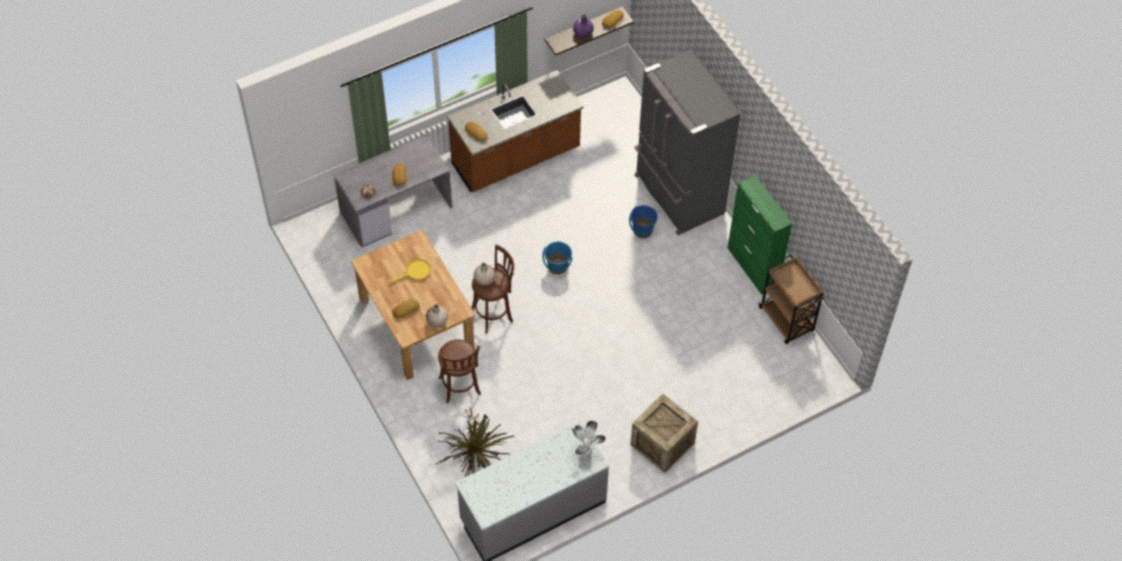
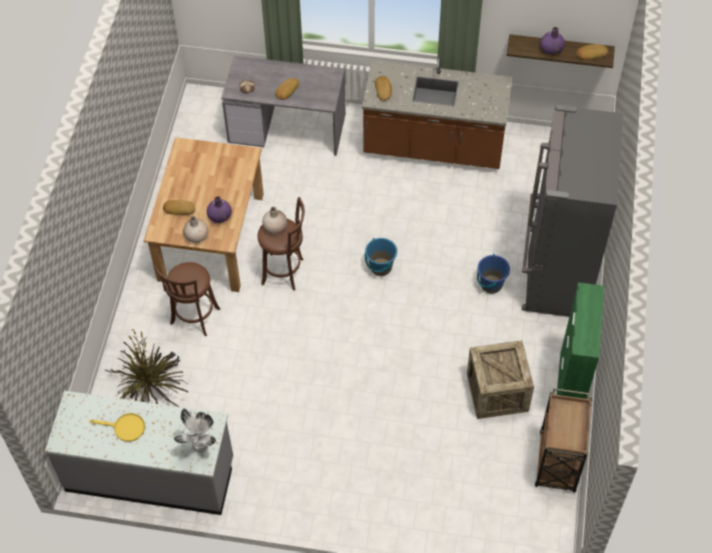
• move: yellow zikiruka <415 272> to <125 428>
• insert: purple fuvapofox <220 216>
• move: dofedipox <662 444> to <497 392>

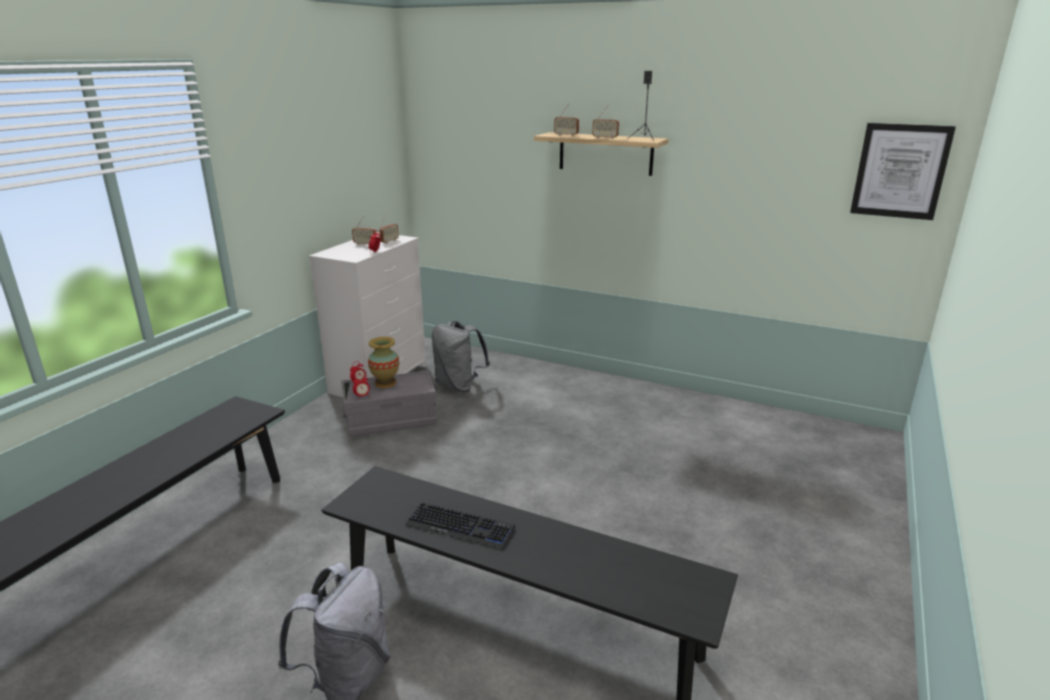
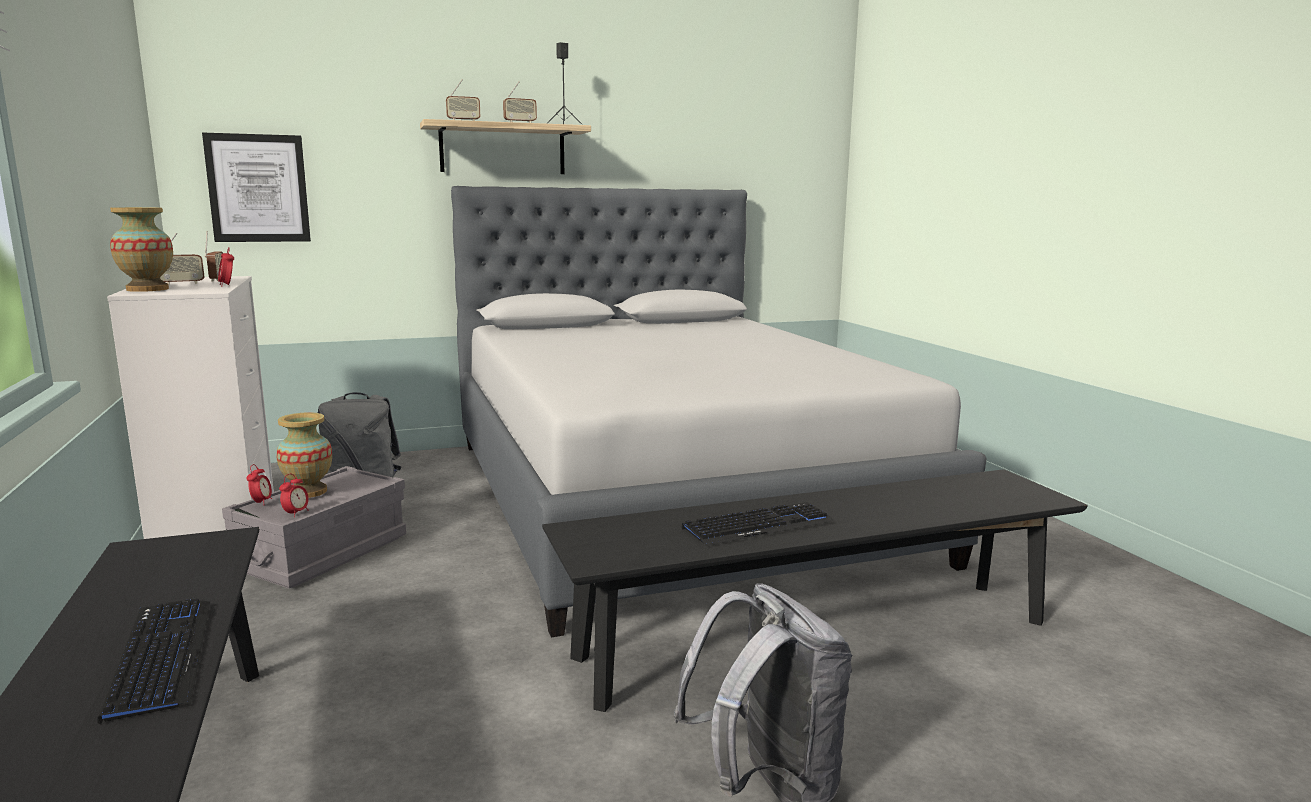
• insert: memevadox <161 657>
• insert: fuvapofox <147 289>
• move: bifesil <900 171> to <258 188>
• insert: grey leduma <671 496>

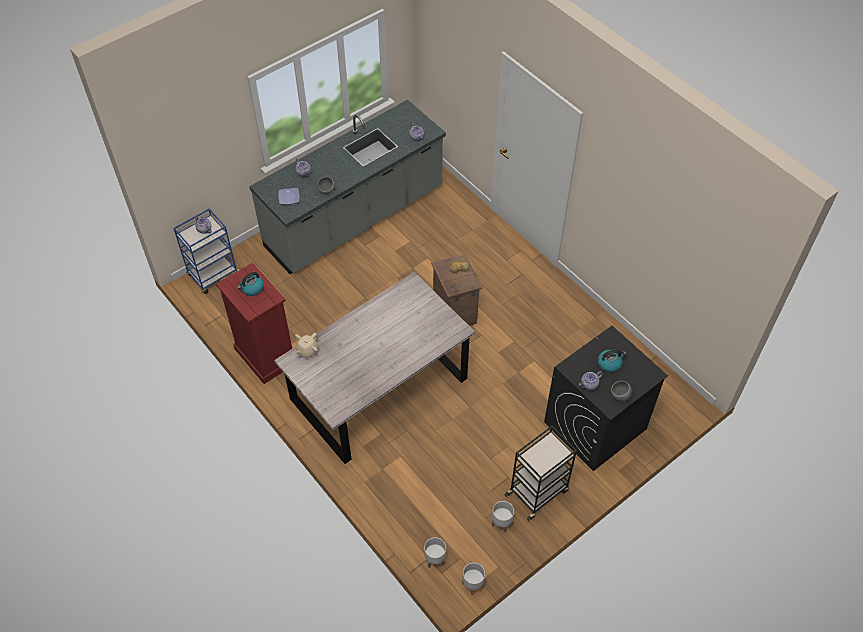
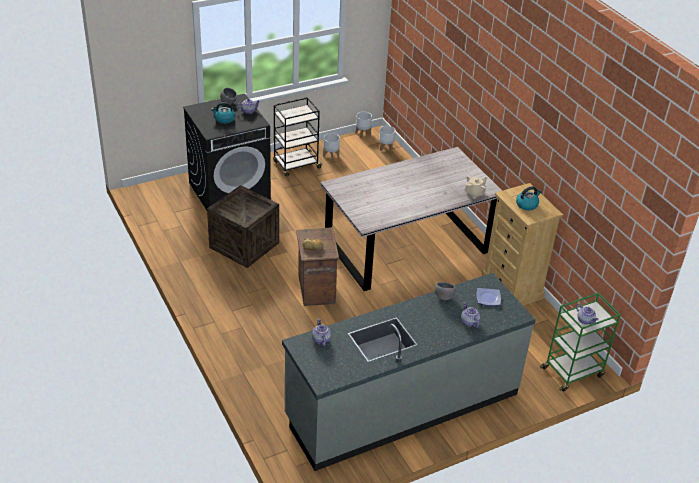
• insert: dofedipox <244 245>
• recolor: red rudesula <265 355> to beige rudesula <512 288>
• recolor: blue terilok <214 275> to green terilok <573 372>

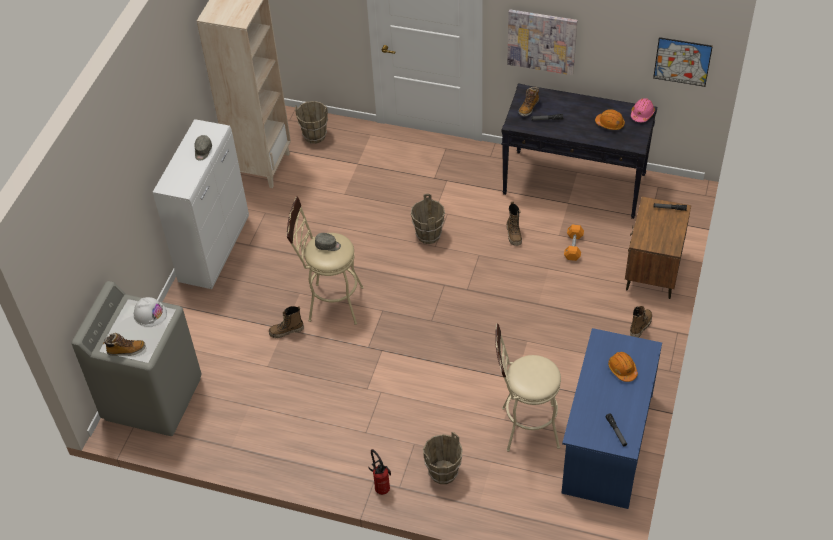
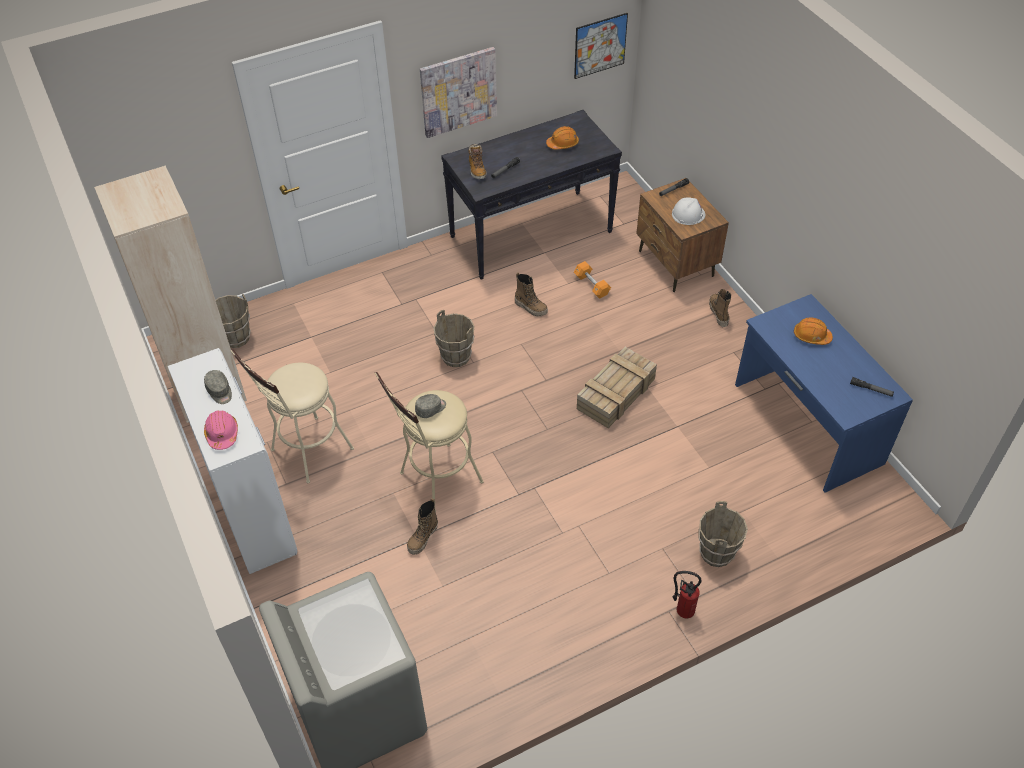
• move: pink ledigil <642 114> to <222 434>
• move: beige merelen <524 428> to <307 453>
• insert: dofedipox <616 393>
• move: white ledigil <150 314> to <688 214>
• delete: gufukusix <126 350>

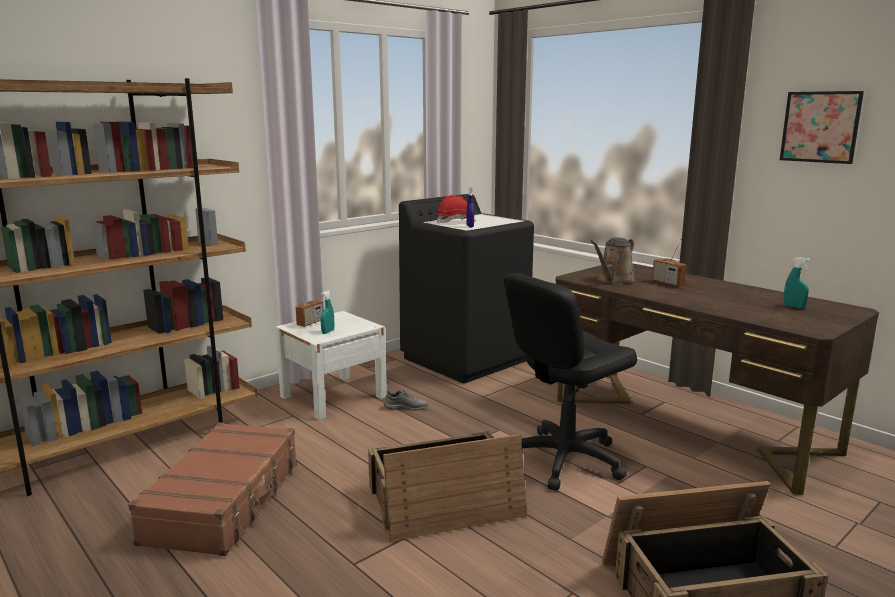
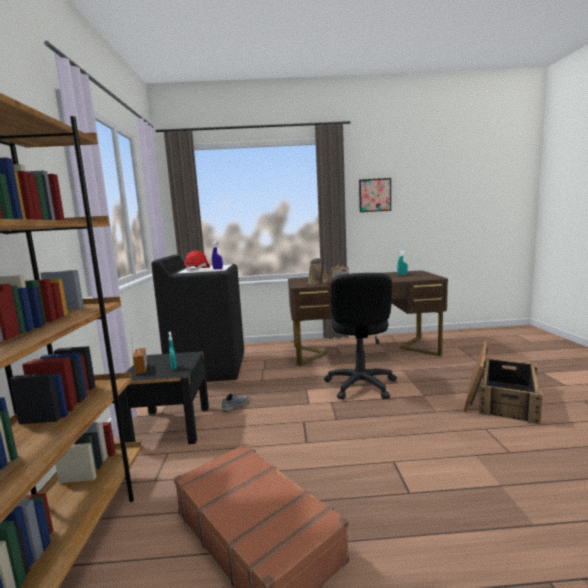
• recolor: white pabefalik <333 396> to black pabefalik <171 426>
• delete: dofedipox <444 502>

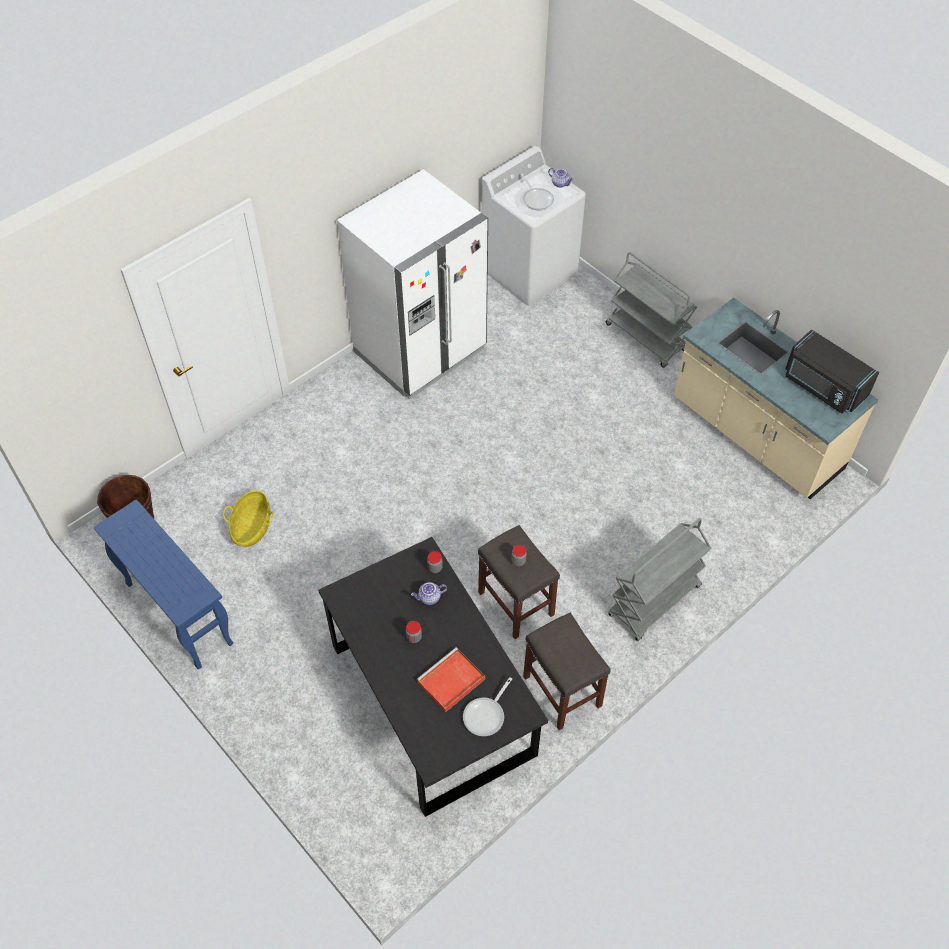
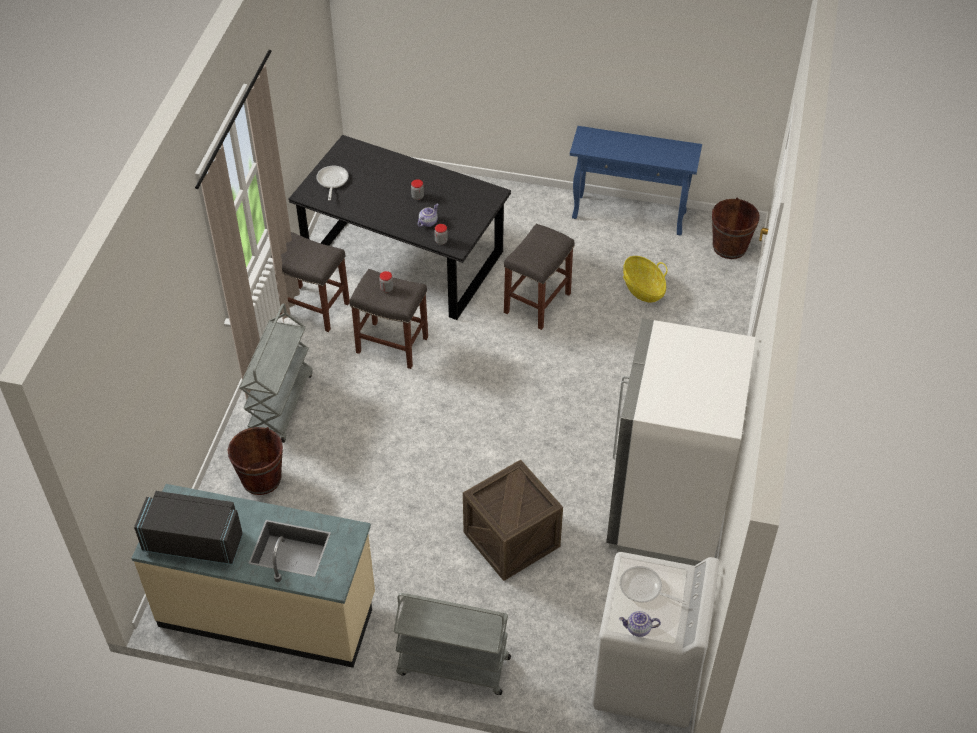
• insert: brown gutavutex <261 479>
• insert: dofedipox <511 539>
• insert: grey merelen <537 304>
• delete: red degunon <450 682>

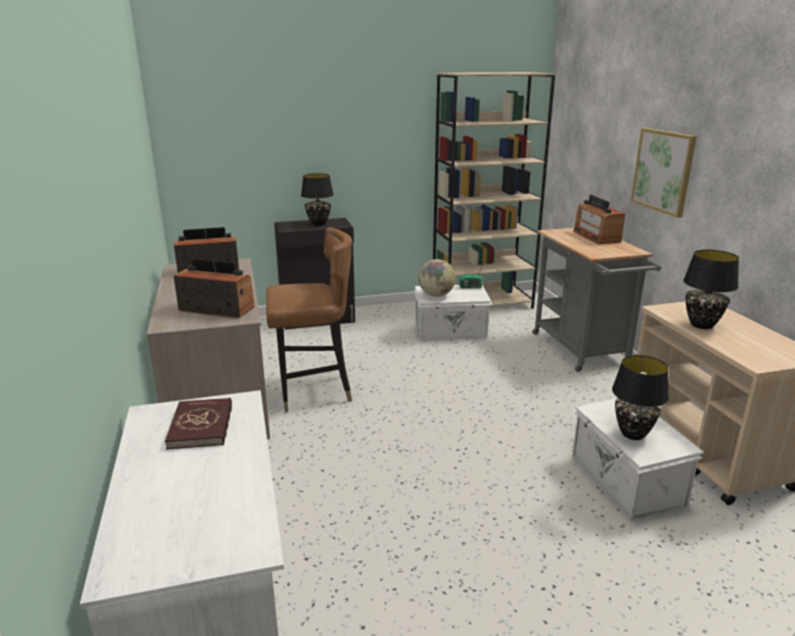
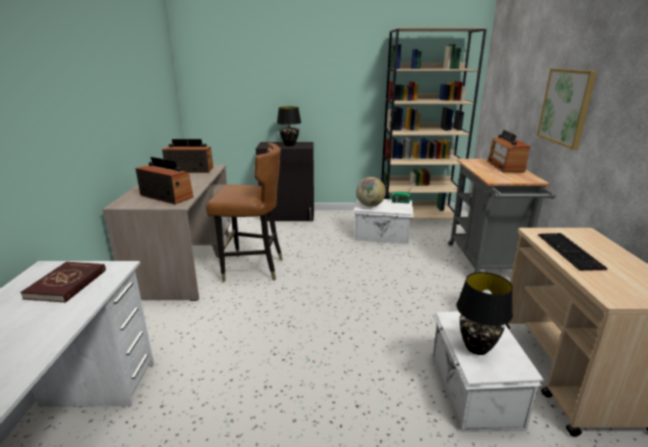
• replace: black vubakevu <702 325> to memevadox <571 251>

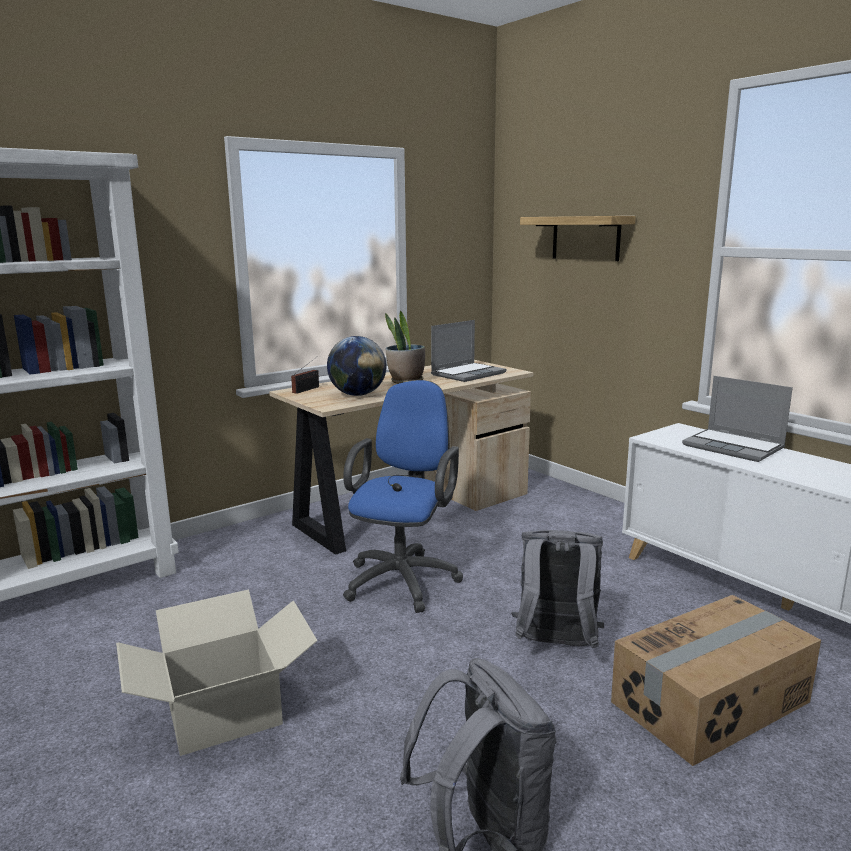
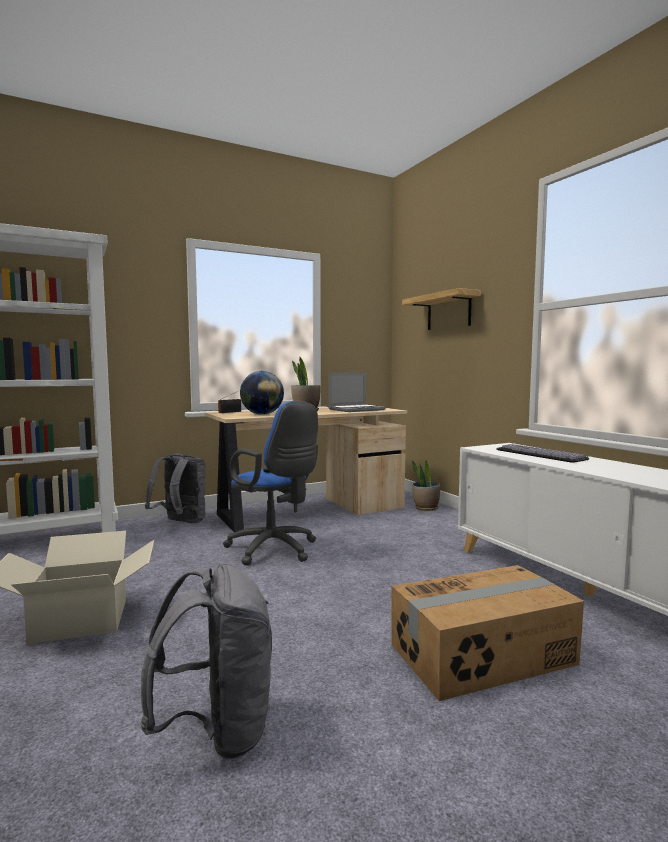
• move: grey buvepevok <555 646> to <180 523>
• rotate: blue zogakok <404 578> = <275 550> 105 degrees clockwise
• insert: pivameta <425 508>
• replace: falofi <734 447> to memevadox <544 454>

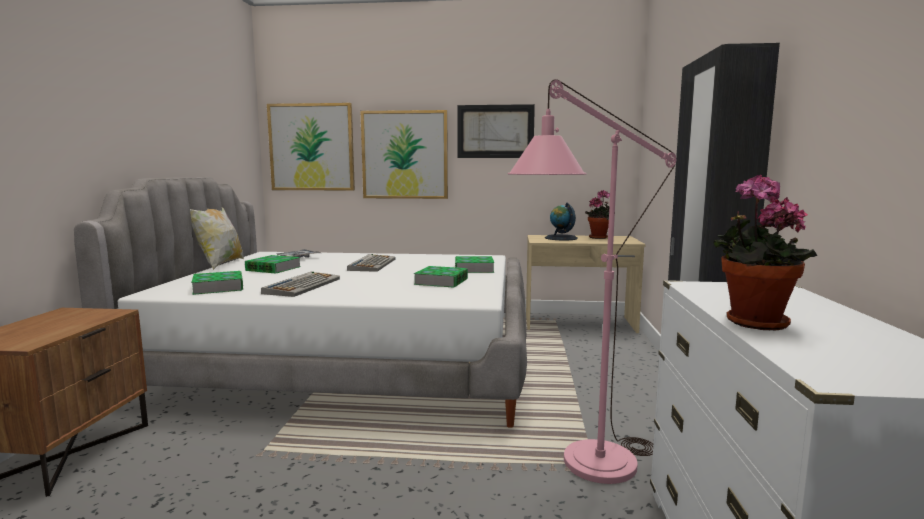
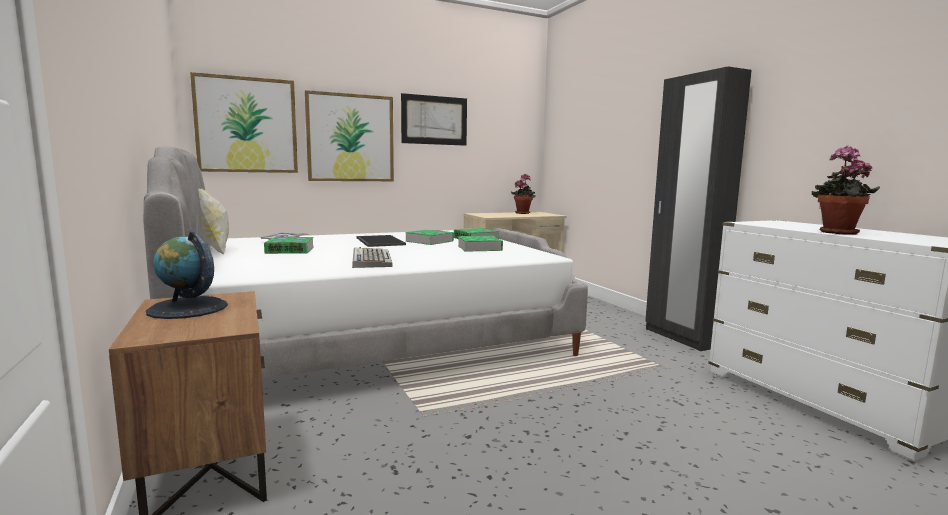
• move: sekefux <561 238> to <187 308>
• replace: memevadox <372 264> to degunon <379 241>
• move: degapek <218 287> to <429 241>
• delete: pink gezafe <584 469>

